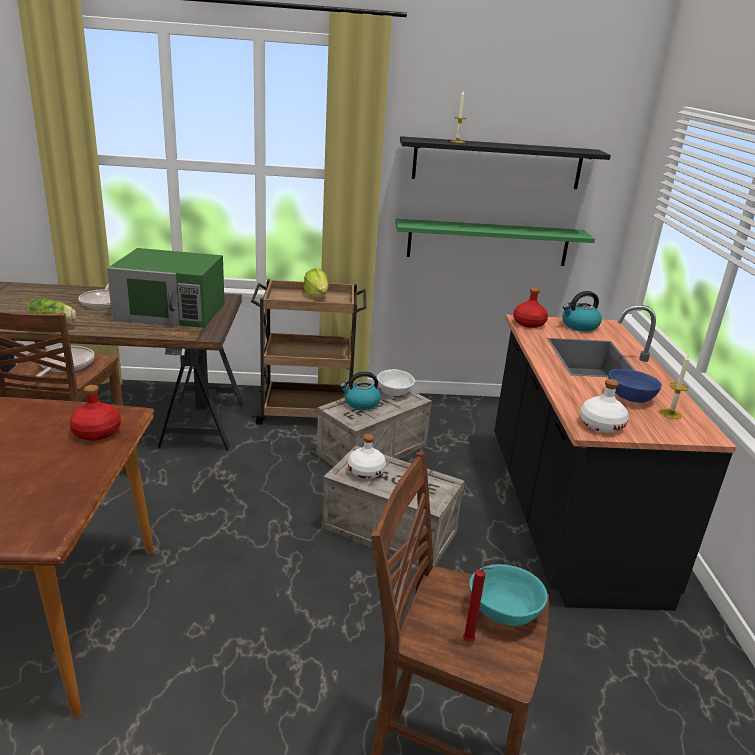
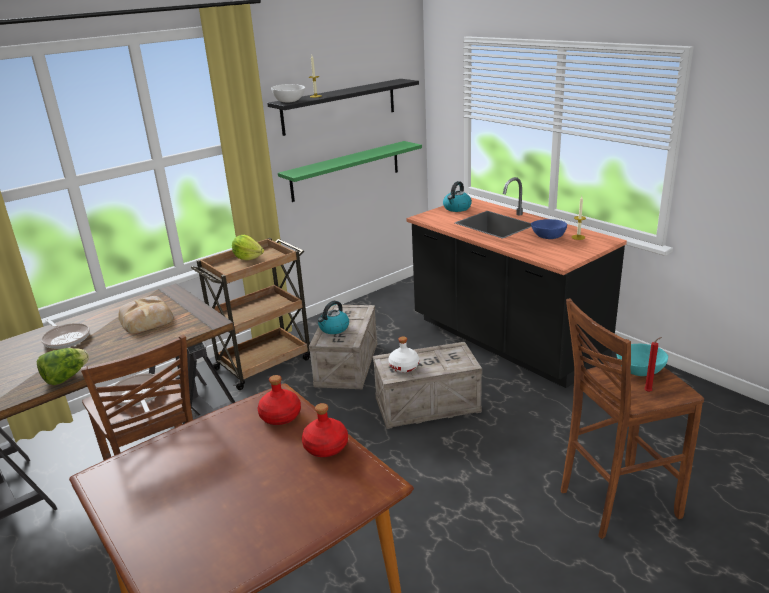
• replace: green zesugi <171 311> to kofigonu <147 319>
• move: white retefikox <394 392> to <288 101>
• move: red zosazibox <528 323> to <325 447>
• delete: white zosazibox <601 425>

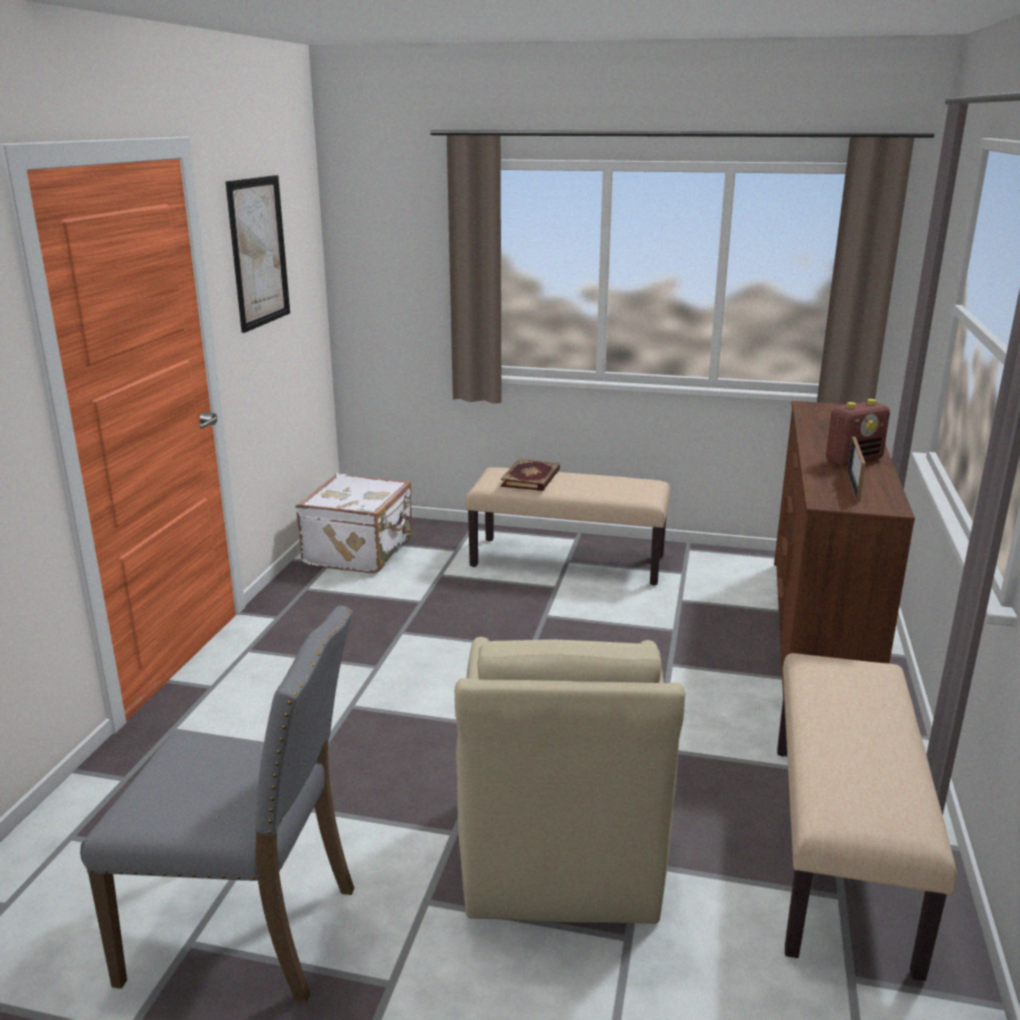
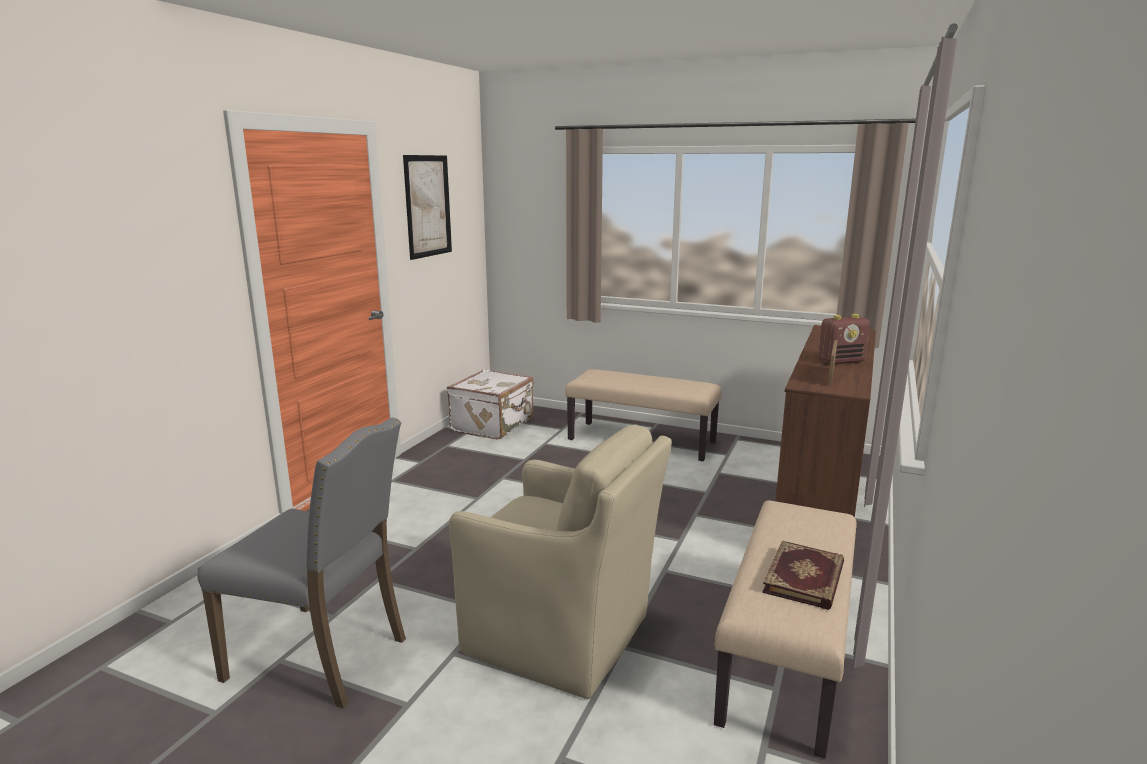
• rotate: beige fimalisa <560 859> = <562 637> 75 degrees counterclockwise
• move: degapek <531 478> to <805 578>

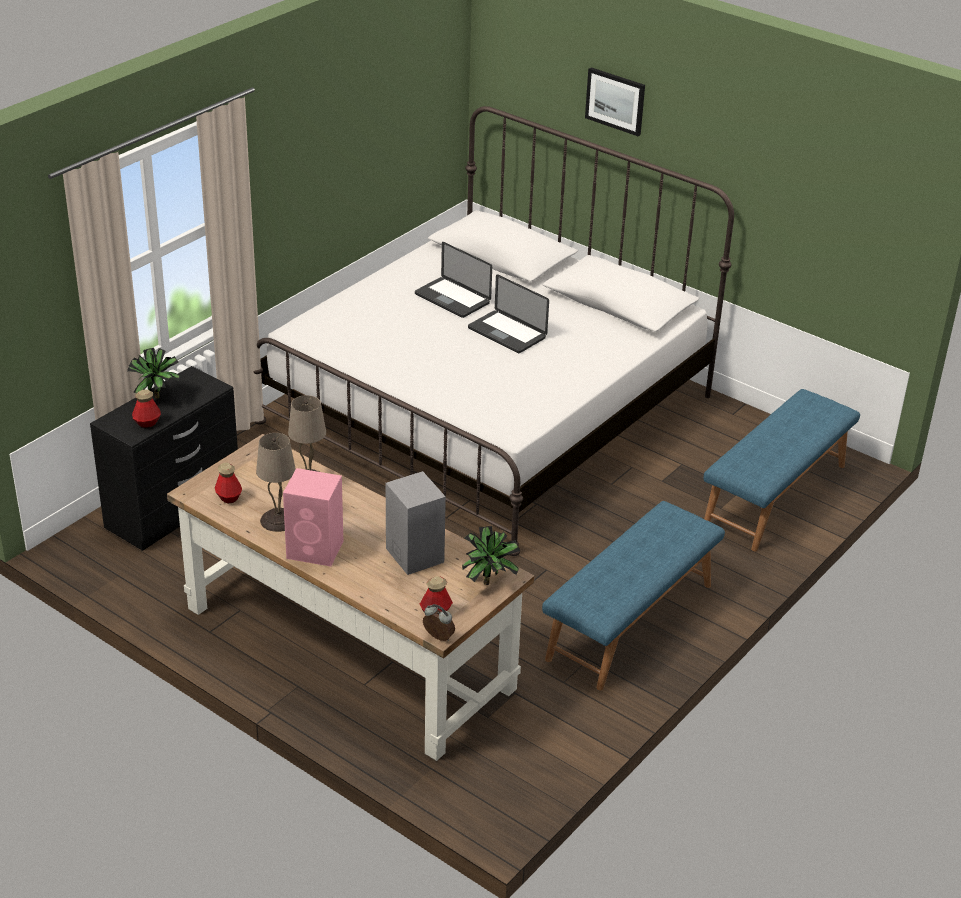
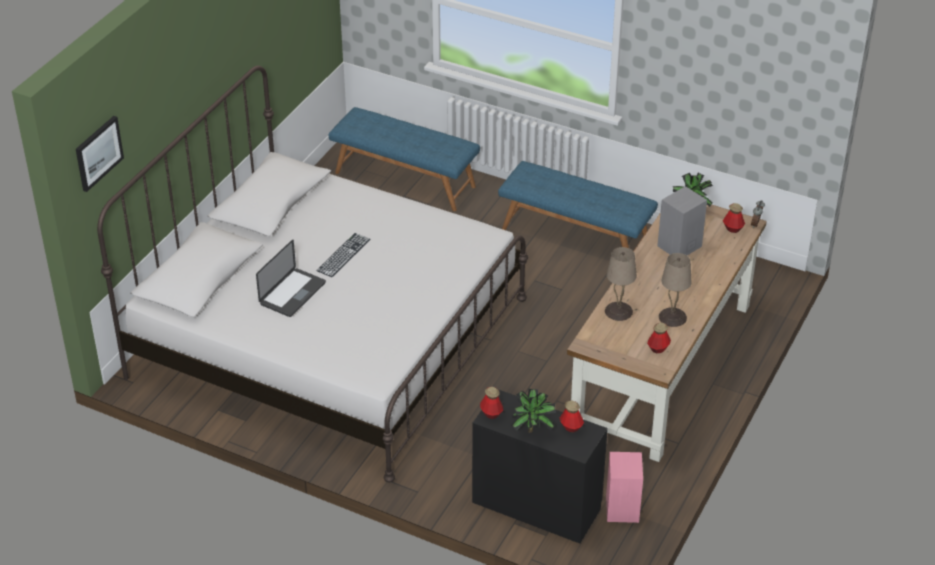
• move: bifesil <615 101> to <98 153>
• replace: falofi <507 333> to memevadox <343 255>
• insert: zosazibox <491 413>
• move: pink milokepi <316 550> to <622 507>

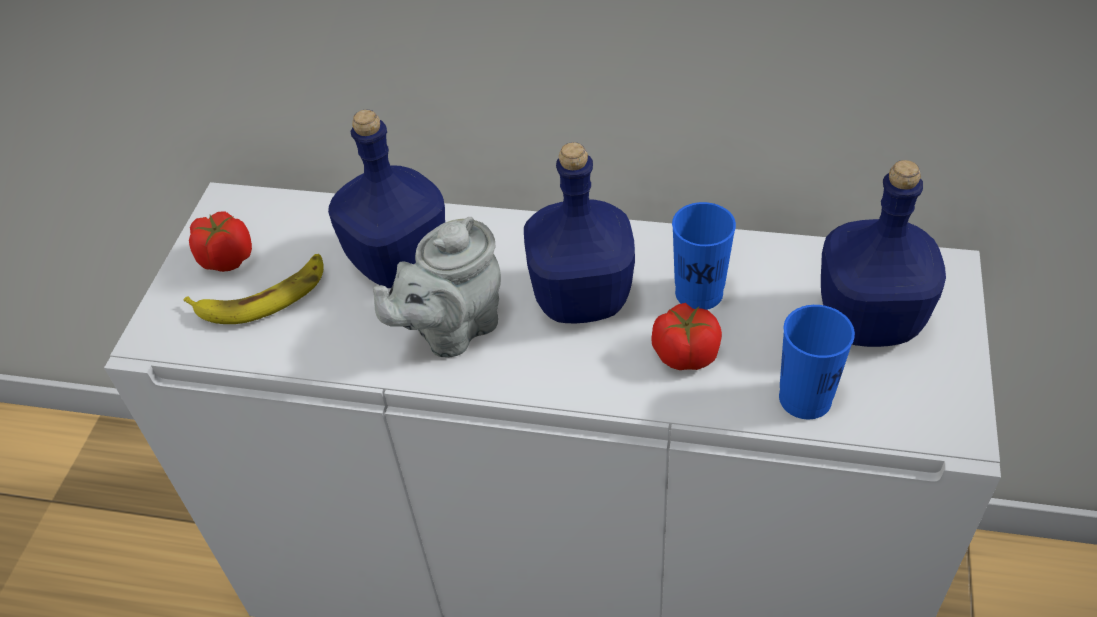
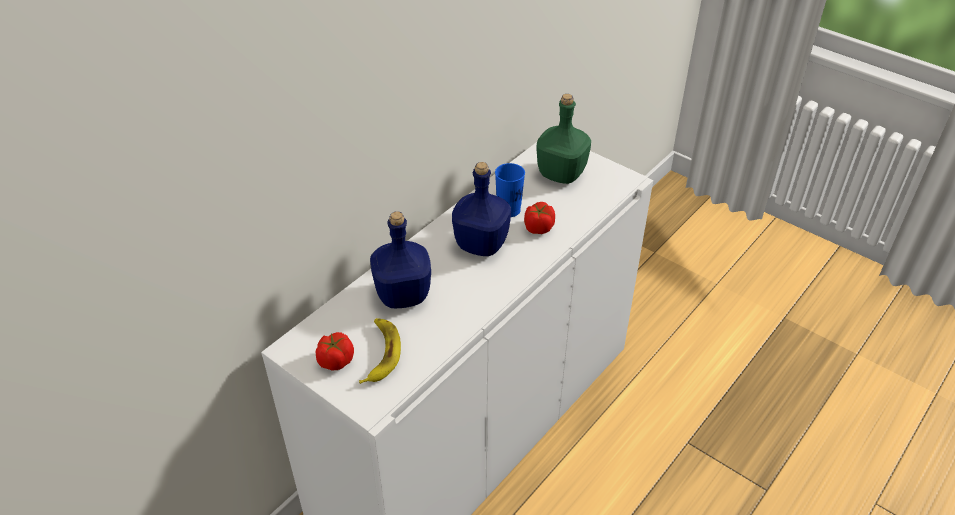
• recolor: blue zosazibox <870 320> to green zosazibox <561 173>
• delete: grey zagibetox <452 330>
• delete: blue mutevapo <805 399>

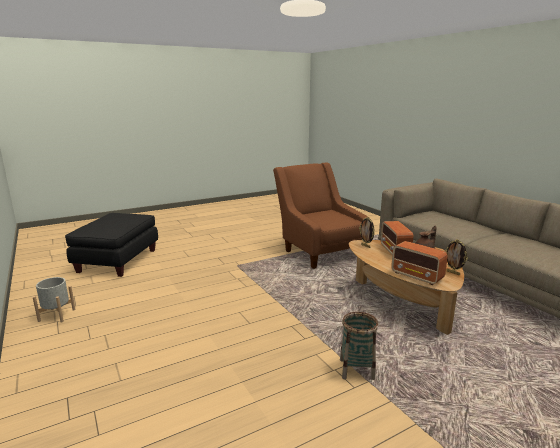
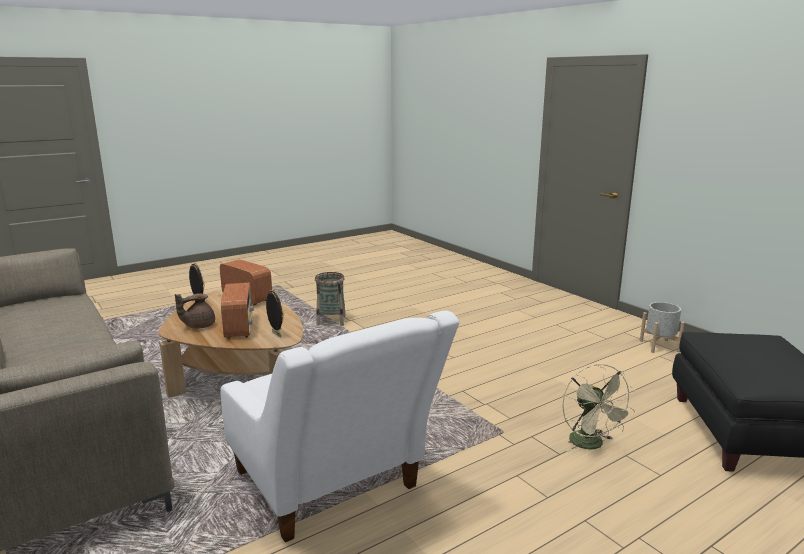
• recolor: brown fimalisa <319 251> to white fimalisa <332 488>
• insert: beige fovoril <591 445>

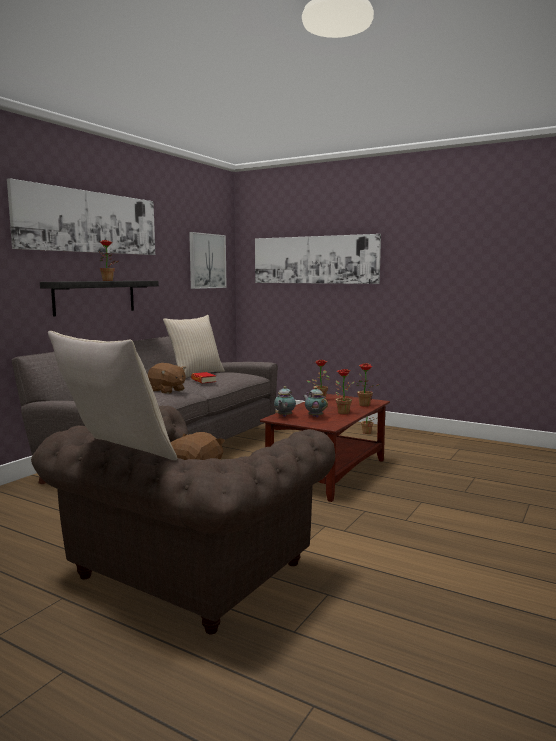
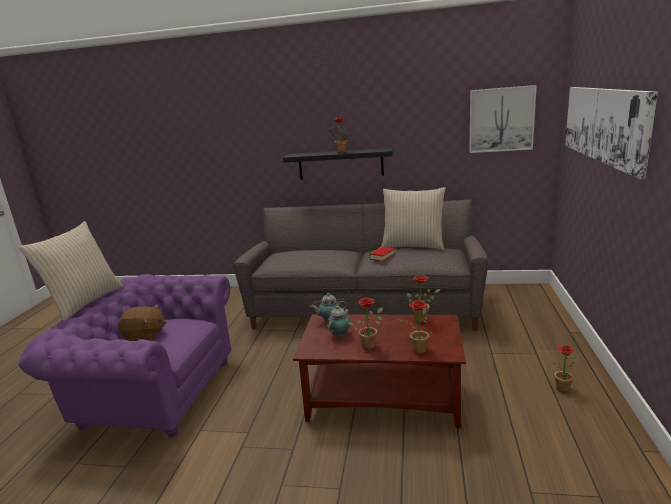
• recolor: brown fimalisa <184 574> to purple fimalisa <154 392>
• delete: bifesil <89 222>
• delete: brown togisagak <167 391>

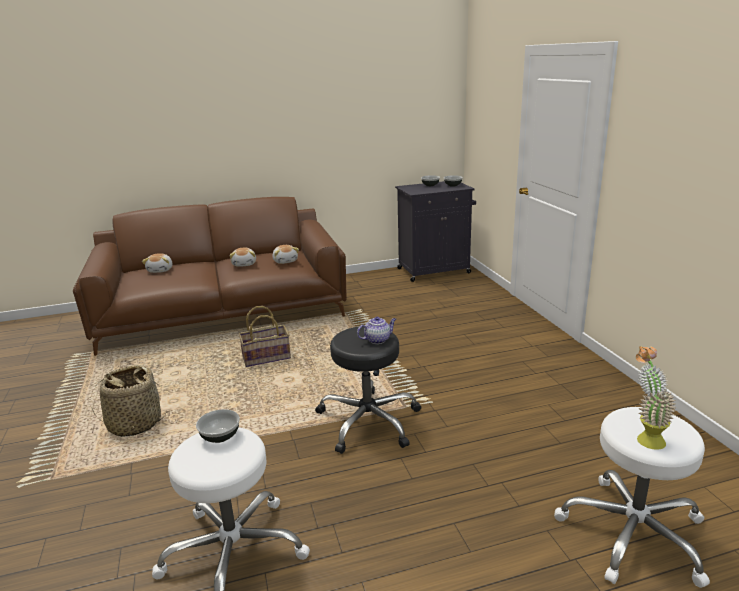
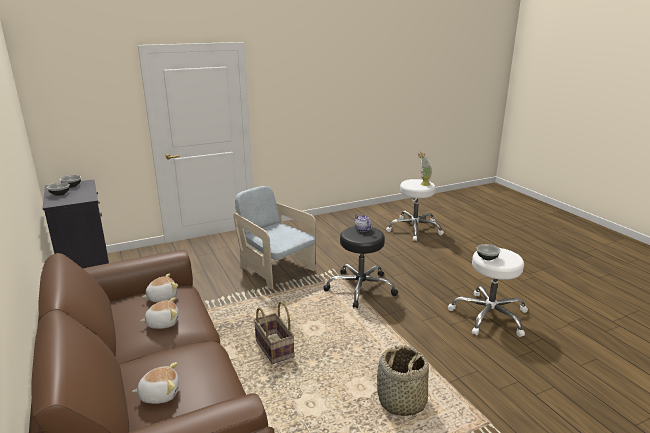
• insert: beige fimalisa <276 270>

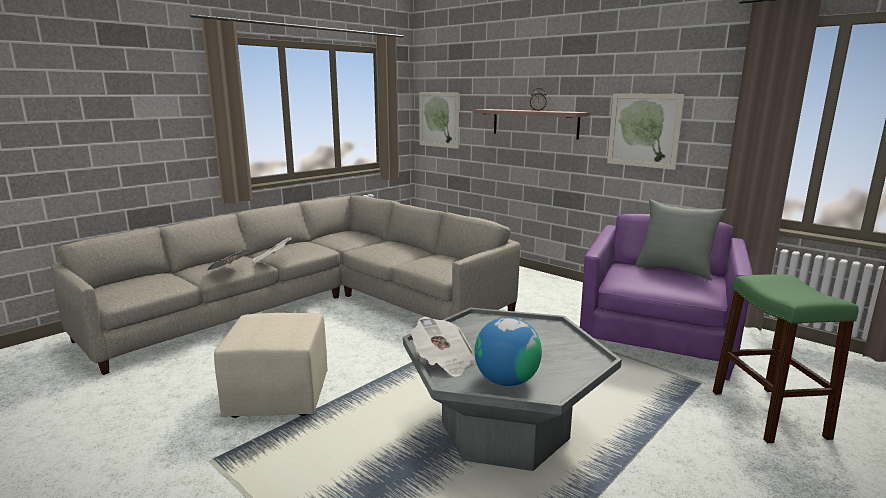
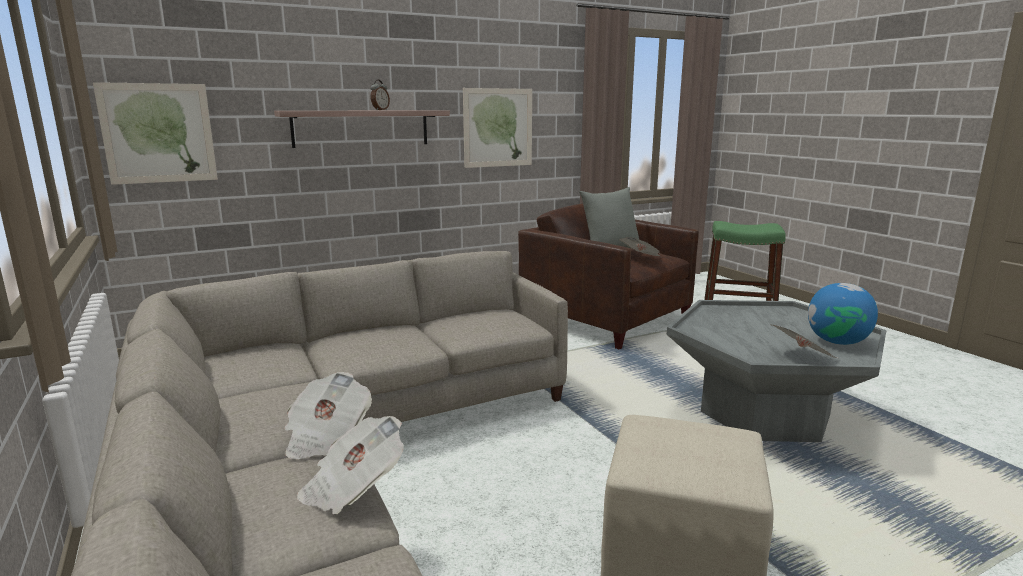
• recolor: purple fimalisa <657 338> to brown fimalisa <606 318>
• insert: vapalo <641 258>

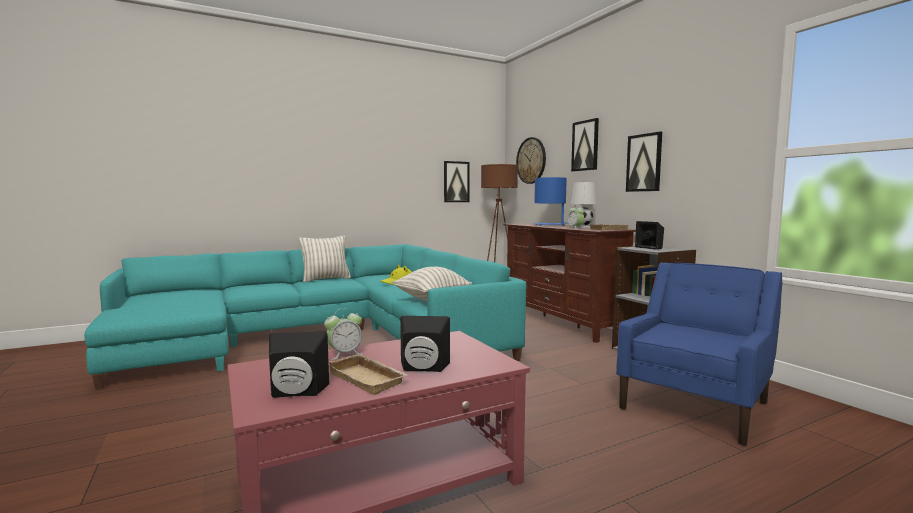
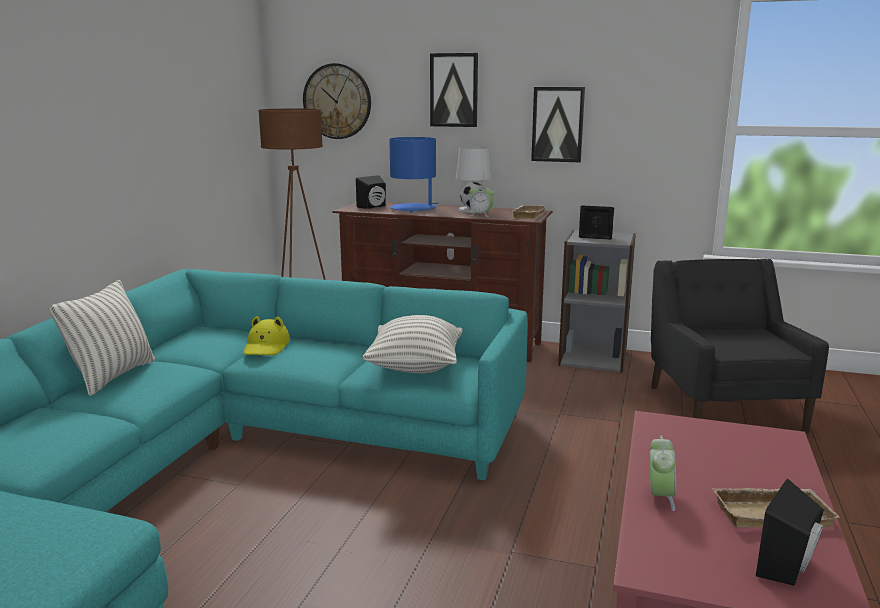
• move: black milokepi <423 369> to <373 207>
• recolor: blue fimalisa <695 405> to black fimalisa <723 406>
• delete: bifesil <456 182>

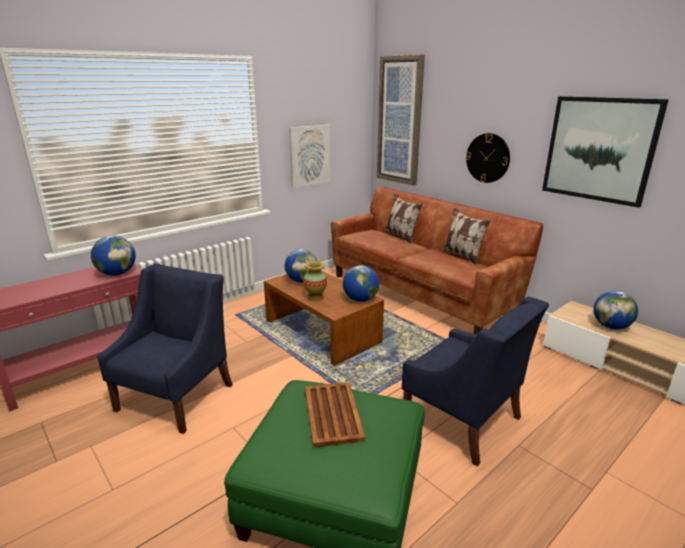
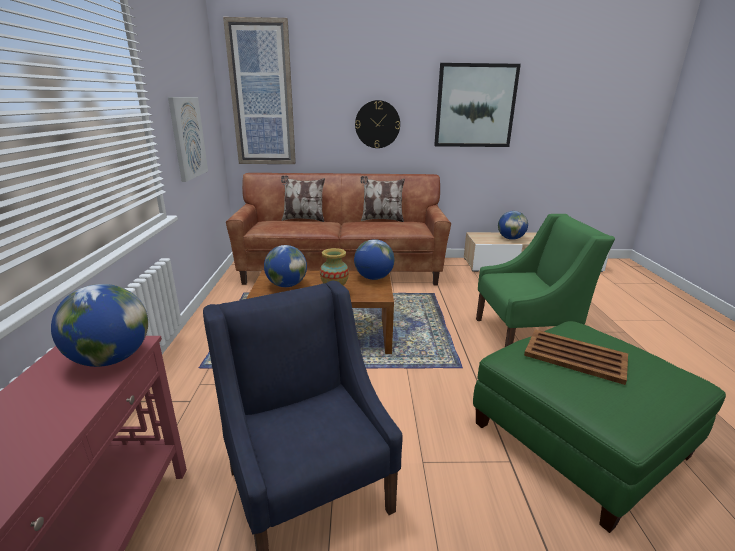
• recolor: blue fimalisa <462 420> to green fimalisa <526 336>

